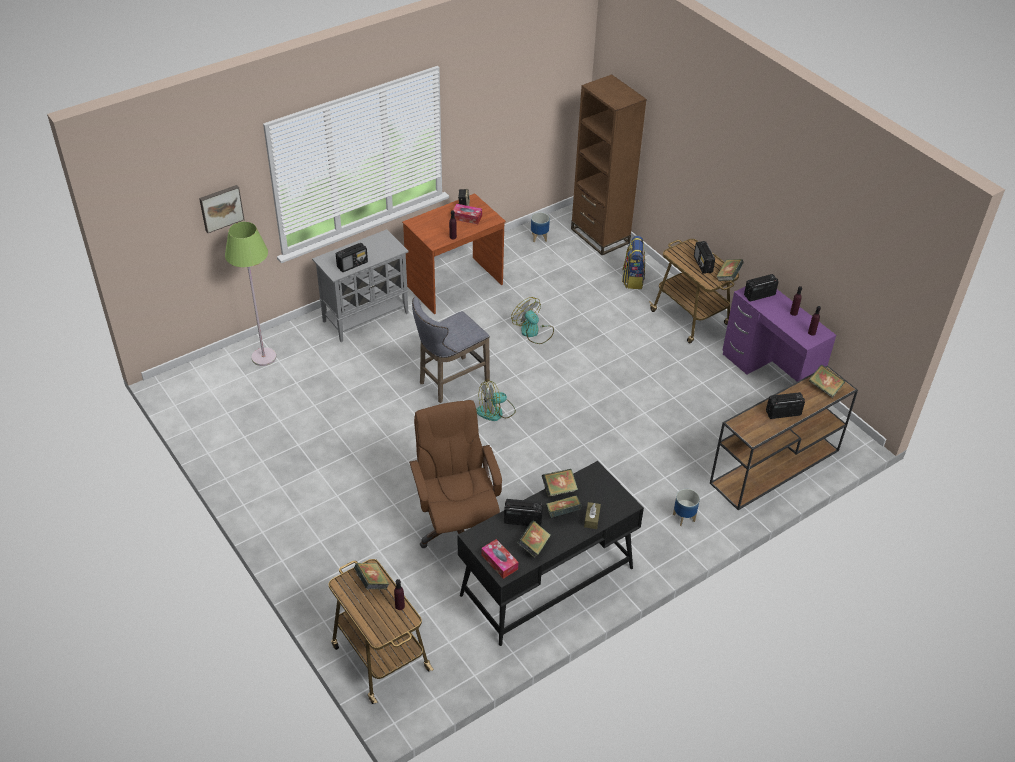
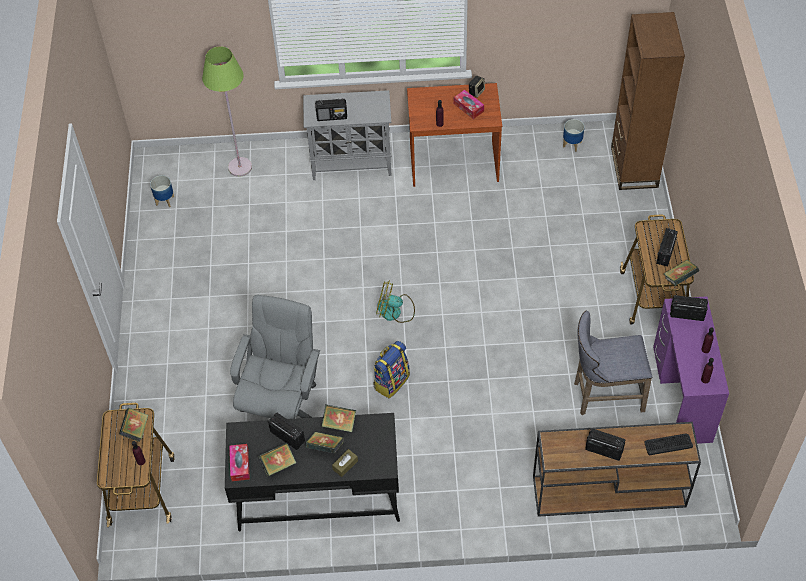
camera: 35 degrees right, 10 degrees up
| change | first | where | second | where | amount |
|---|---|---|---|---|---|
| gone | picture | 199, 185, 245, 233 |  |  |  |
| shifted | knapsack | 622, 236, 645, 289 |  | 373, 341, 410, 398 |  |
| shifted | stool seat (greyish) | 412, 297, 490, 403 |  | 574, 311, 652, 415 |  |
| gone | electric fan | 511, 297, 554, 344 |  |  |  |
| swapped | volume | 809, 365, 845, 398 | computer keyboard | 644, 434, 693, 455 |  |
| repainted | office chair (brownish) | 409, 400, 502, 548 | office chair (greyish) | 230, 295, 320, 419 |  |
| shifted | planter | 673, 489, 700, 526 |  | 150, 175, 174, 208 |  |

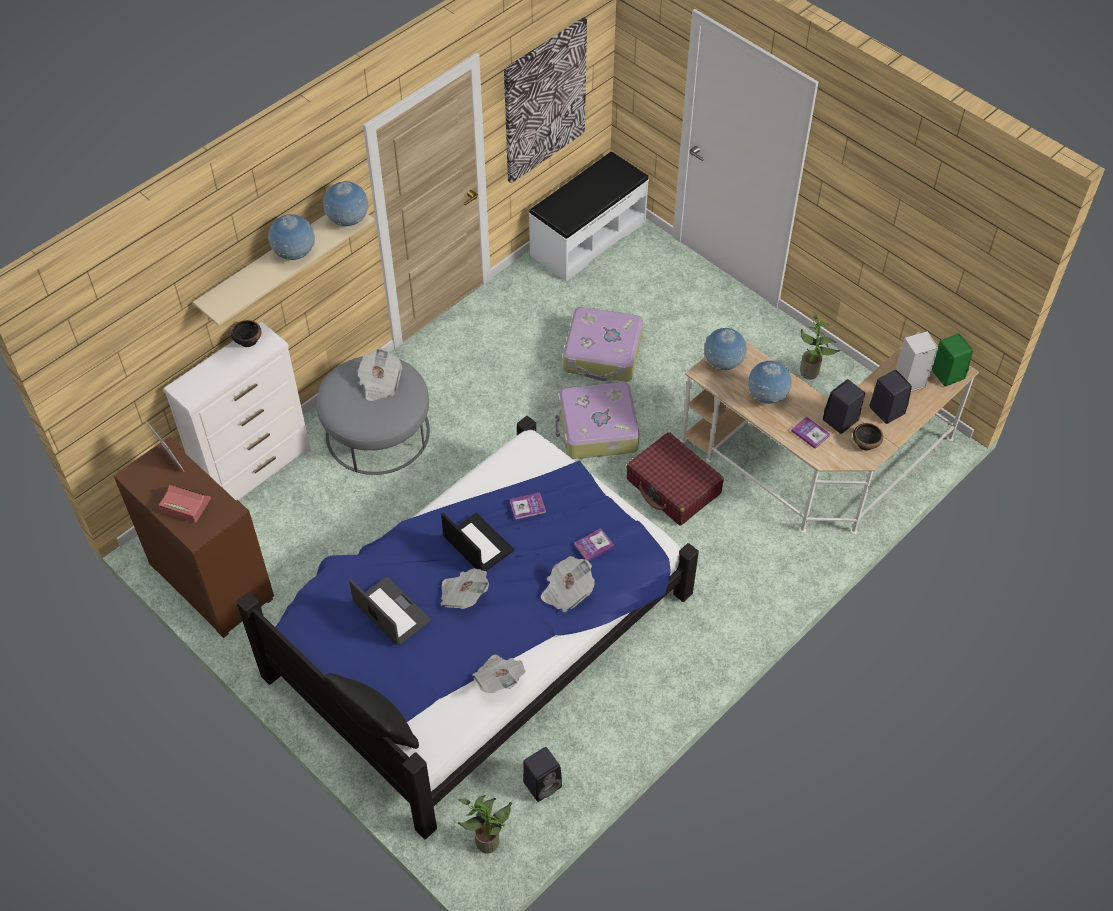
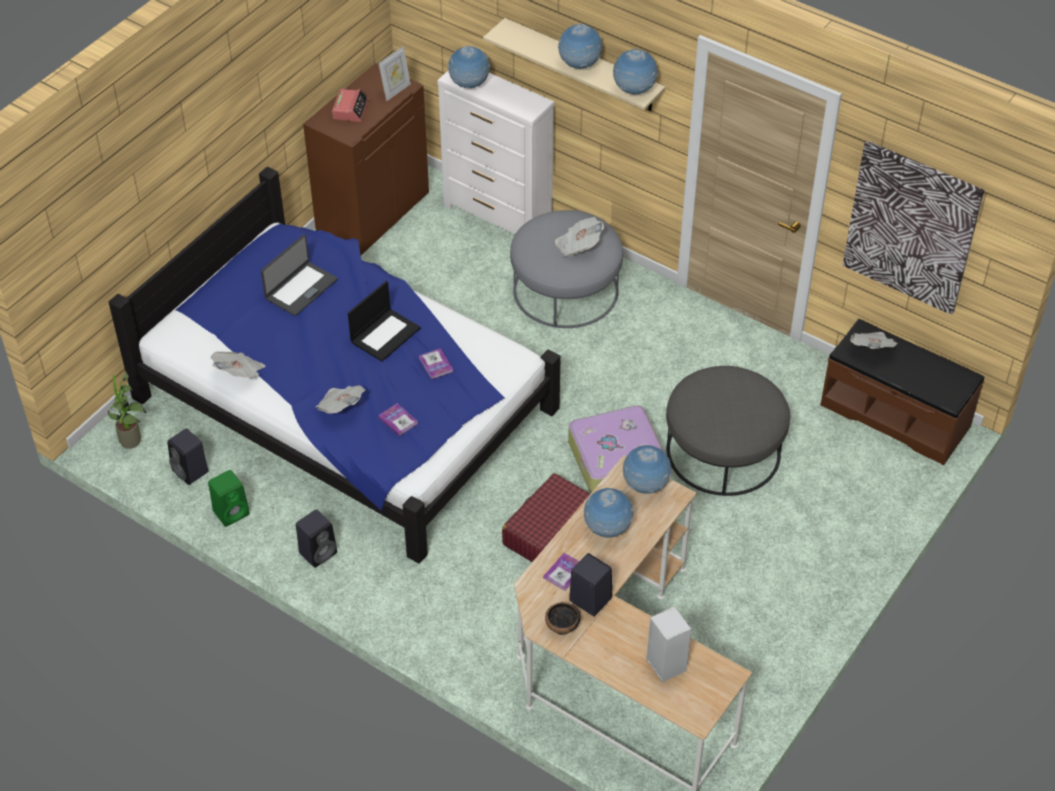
camera: 80 degrees right, 5 degrees down
| change | first | where | second | where | amount |
|---|---|---|---|---|---|
| repainted | indoor bench (white) | 529, 152, 649, 282 | indoor bench (brownish) | 820, 319, 984, 465 |  |
| swapped | travel case | 563, 307, 643, 382 | ottoman (greyish) | 666, 366, 790, 496 |  |
| gone | potted plant | 800, 311, 840, 380 |  |  |  |
| gone | serving bowl | 231, 320, 261, 347 |  |  |  |
| shifted | speaker (greenish) | 932, 334, 973, 386 |  | 208, 470, 250, 527 |  |
| shifted | speaker (blackish) | 869, 370, 912, 424 |  | 296, 510, 337, 568 |  |
| shifted | newspaper | 441, 568, 489, 609 |  | 850, 332, 898, 349 |  |
| gone | throw pillow (blackish) | 323, 674, 419, 749 |  |  |  |
| new |  |  | globe | 448, 46, 490, 88 |  |

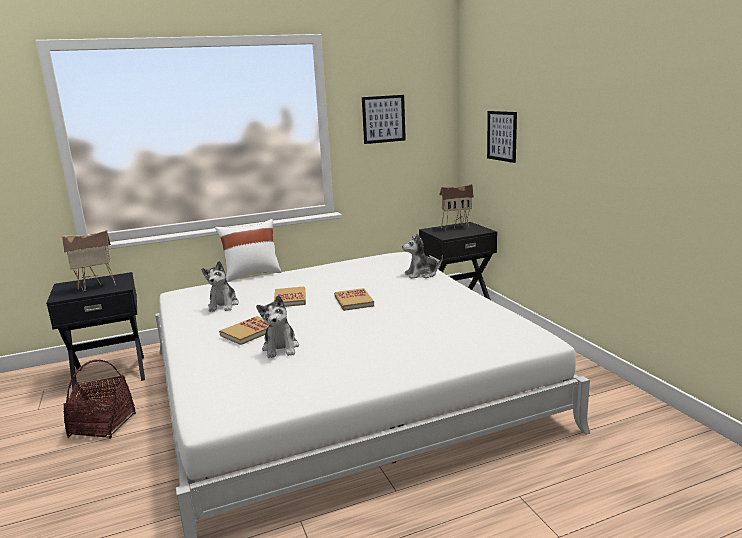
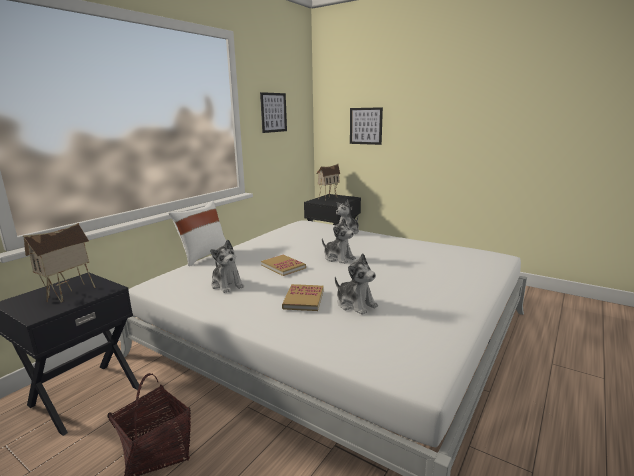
camera: 35 degrees left, 0 degrees up
| change | first | where | second | where | amount |
|---|---|---|---|---|---|
| swapped | volume | 334, 288, 374, 311 | plush toy | 322, 218, 356, 264 |  |

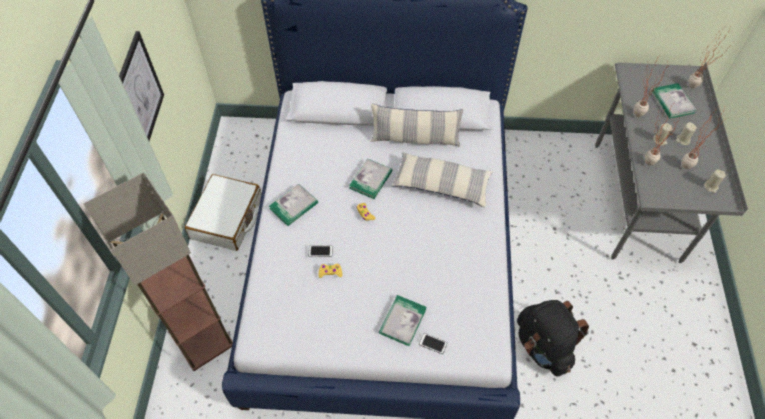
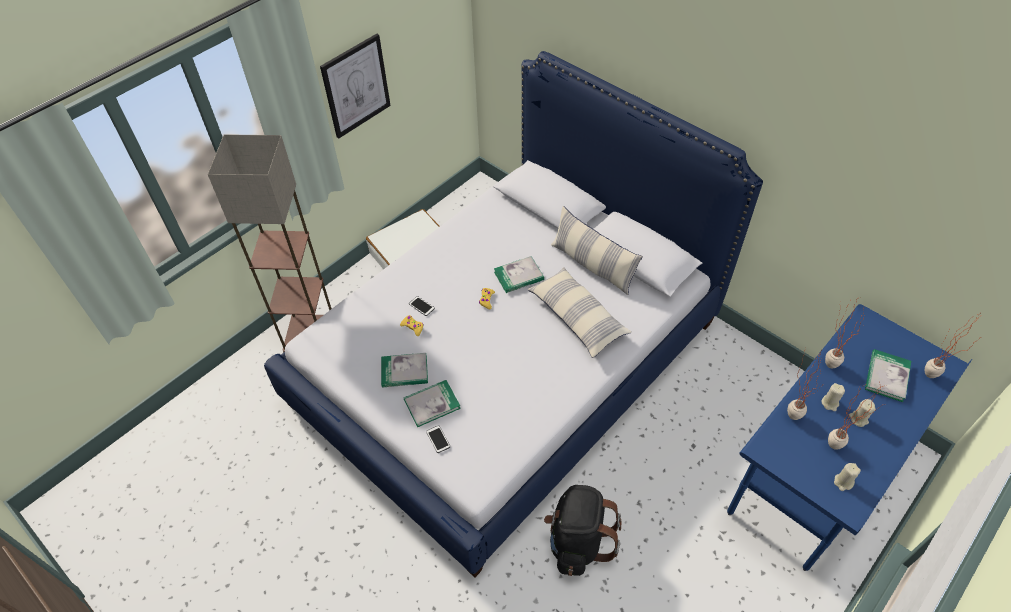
camera: 40 degrees right, 5 degrees down
| change | first | where | second | where | amount |
|---|---|---|---|---|---|
| repainted | desk (greyish) | 595, 62, 748, 263 | desk (blue-coloured) | 727, 304, 972, 571 |  |
| shifted | volume | 269, 184, 318, 226 |  | 381, 353, 428, 388 |  |

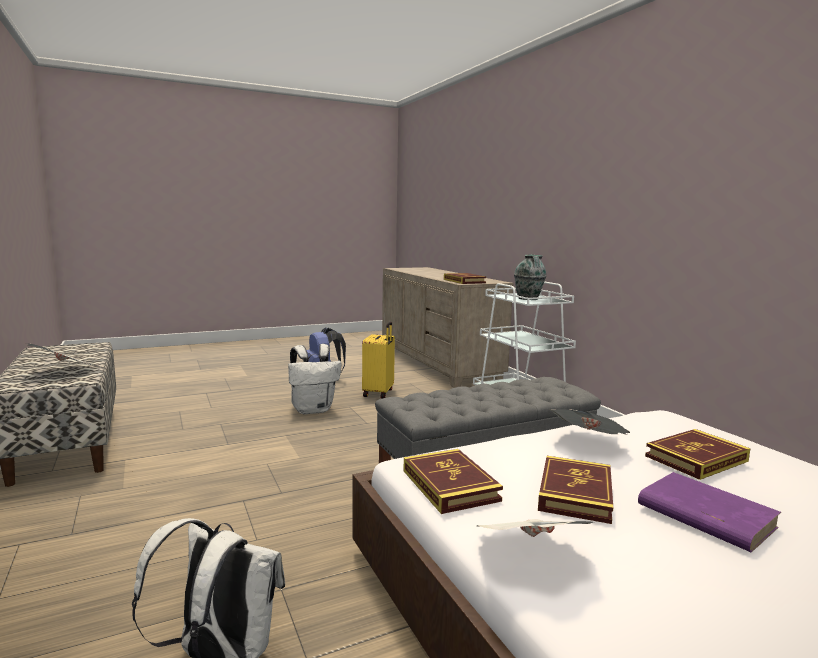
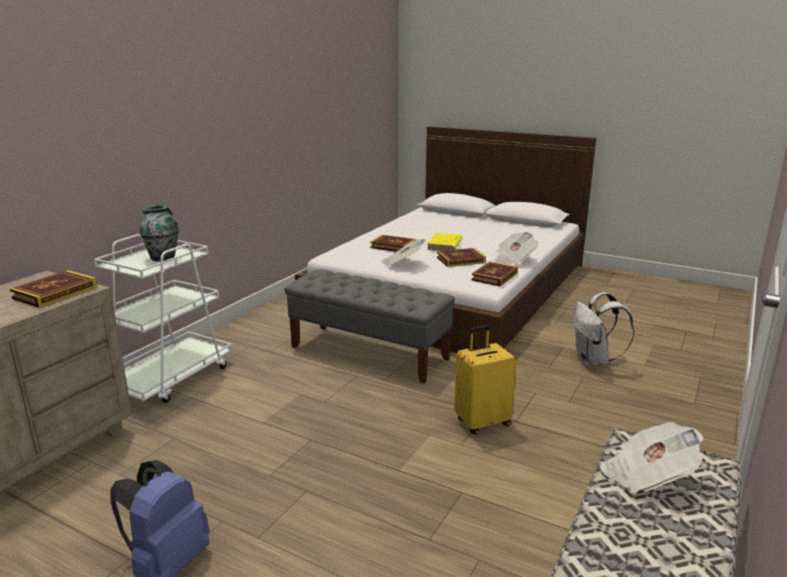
camera: 125 degrees left, 10 degrees up
| change | first | where | second | where | amount |
|---|---|---|---|---|---|
| shifted | travel case (yellowish) | 362, 322, 395, 399 |  | 454, 325, 517, 434 |  |
| gone | knapsack (white) | 288, 344, 341, 414 |  |  |  |
| repainted | volume (purplish) | 638, 472, 781, 552 | volume (yellowish) | 427, 233, 462, 251 |  |

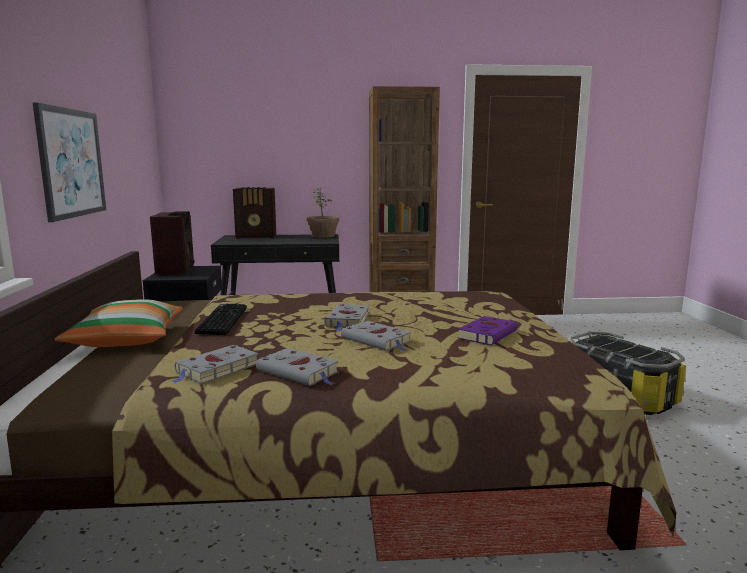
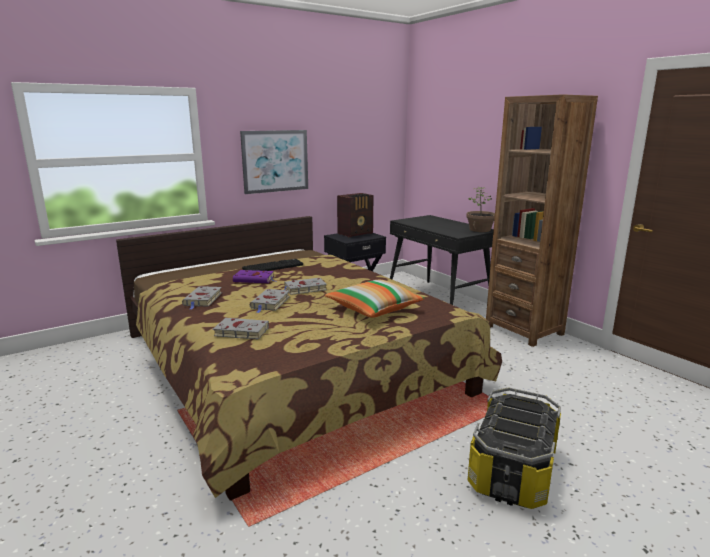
camera: 60 degrees right, 5 degrees up
| change | first | where | second | where | amount |
|---|---|---|---|---|---|
| gone | radio | 233, 187, 276, 239 |  |  |  |
| shifted | throw pillow | 54, 299, 183, 347 |  | 325, 280, 425, 318 |  |
| shifted | volume (purplish) | 458, 316, 518, 345 |  | 233, 270, 277, 283 |  |
| shifted | volume (greyish) | 172, 345, 259, 384 |  | 212, 318, 269, 340 |  |

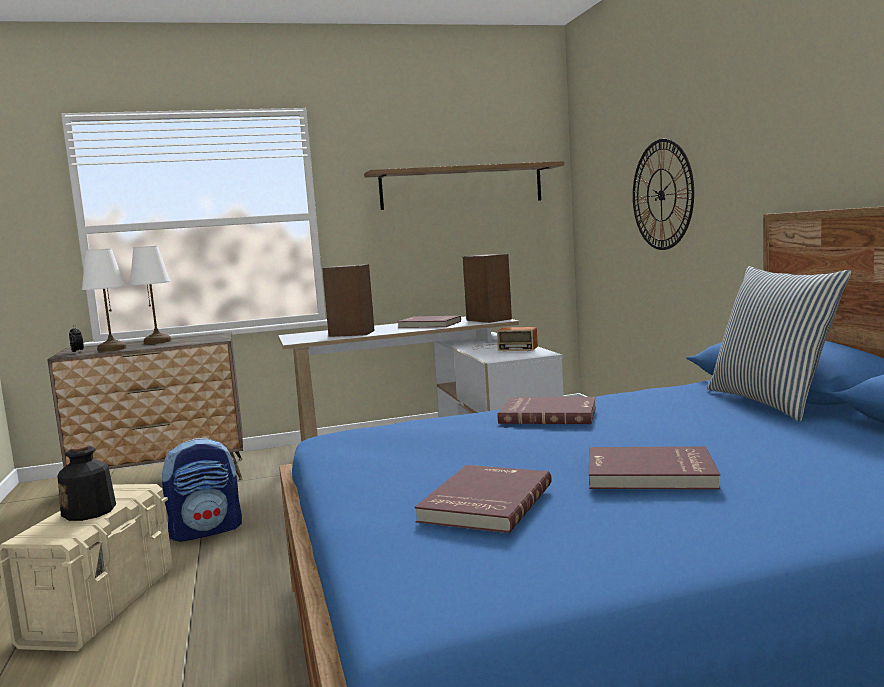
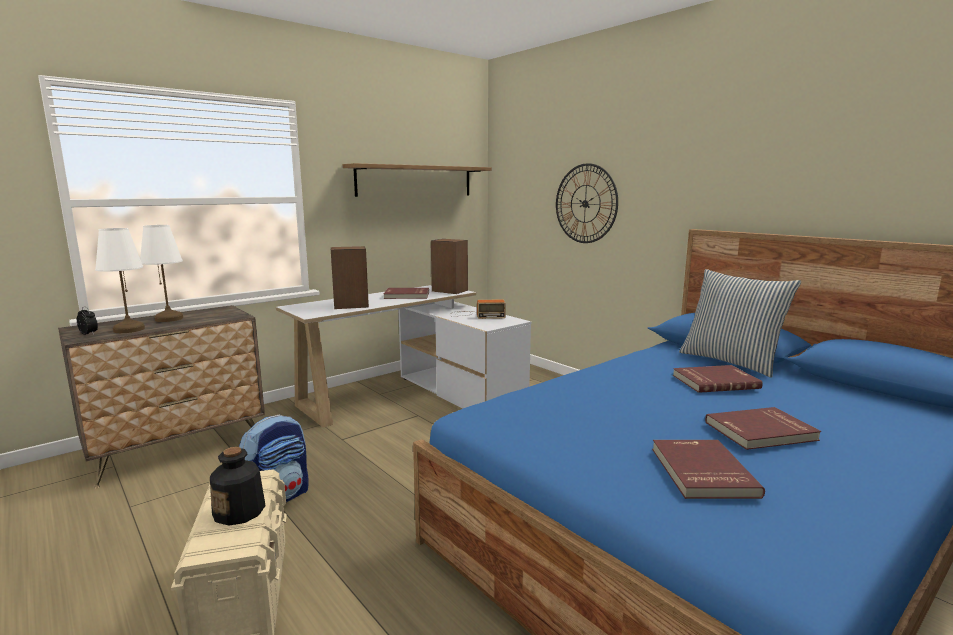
camera: 25 degrees left, 5 degrees up
| change | first | where | second | where | amount |
|---|---|---|---|---|---|
| shifted | volume (red) | 498, 397, 596, 424 |  | 673, 365, 763, 393 |  |

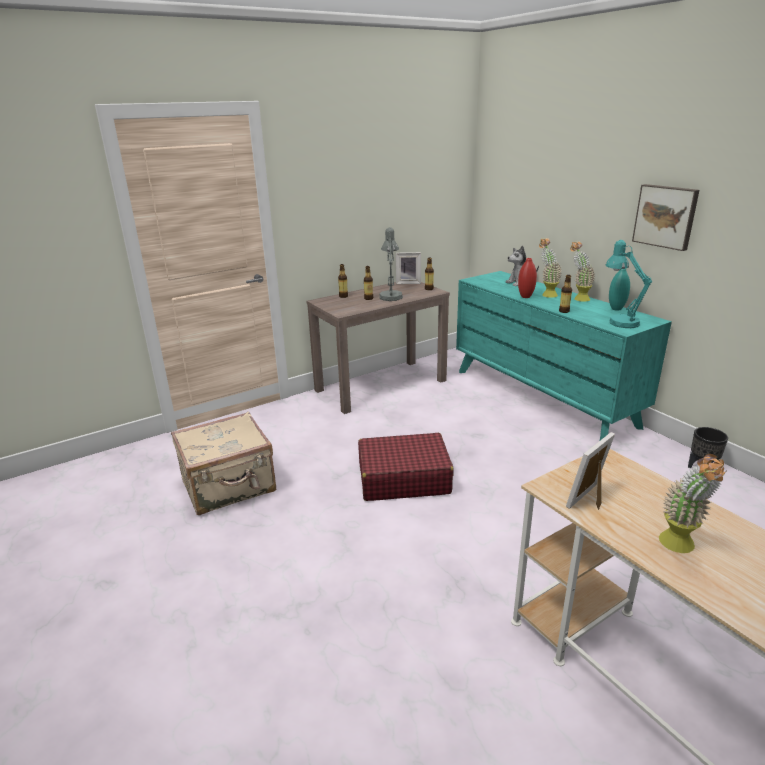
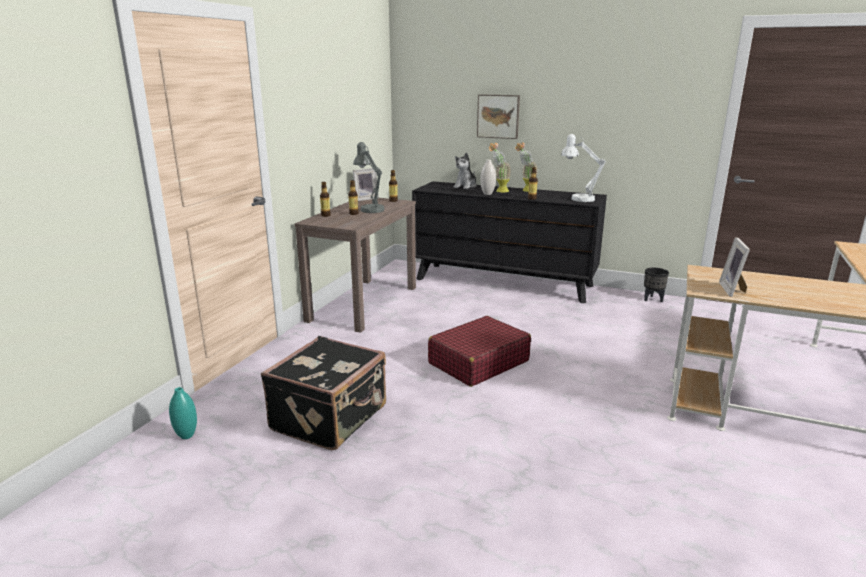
camera: 35 degrees left, 5 degrees down
| change | first | where | second | where | amount |
|---|---|---|---|---|---|
| shifted | picture | 632, 184, 699, 251 |  | 477, 94, 520, 139 |  |
| repainted | lamp for a table (blue-green) | 606, 240, 652, 328 | lamp for a table (white) | 561, 134, 606, 202 |  |
| repainted | vase (red) | 518, 258, 537, 298 | vase (white) | 480, 159, 496, 195 |  |
| shifted | vase (blue-green) | 609, 269, 630, 311 |  | 169, 387, 197, 439 |  |
| repainted | drawer chest (blue-green) | 456, 271, 672, 440 | drawer chest (blackish) | 412, 181, 607, 303 |  |
| repainted | travel case (beige-coloured) | 171, 412, 276, 515 | travel case (blackish) | 261, 336, 386, 450 |  |
| gone | potted plant | 659, 454, 726, 553 |  |  |  |

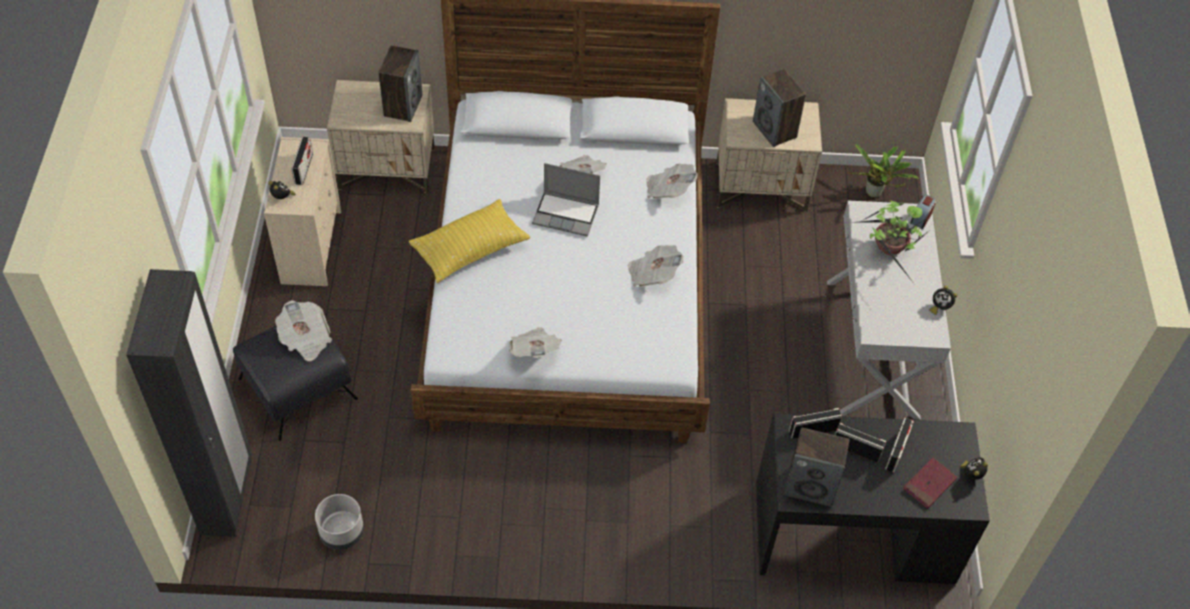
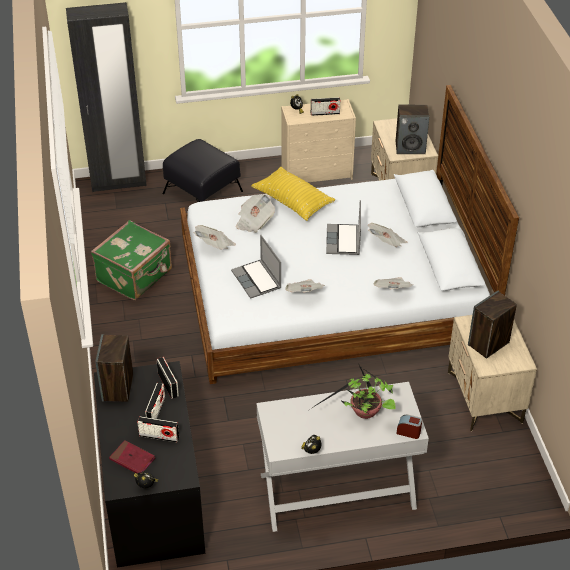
camera: 80 degrees right, 10 degrees down
| change | first | where | second | where | amount |
|---|---|---|---|---|---|
| gone | potted plant | 848, 144, 919, 197 |  |  |  |
| shifted | newspaper | 275, 300, 332, 362 |  | 236, 194, 275, 233 |  |
| gone | planter (greyish) | 315, 494, 364, 550 |  |  |  |
| new |  |  | travel case (greenish) | 91, 220, 172, 300 |  |
| new |  |  | laptop | 231, 235, 282, 299 |  |

